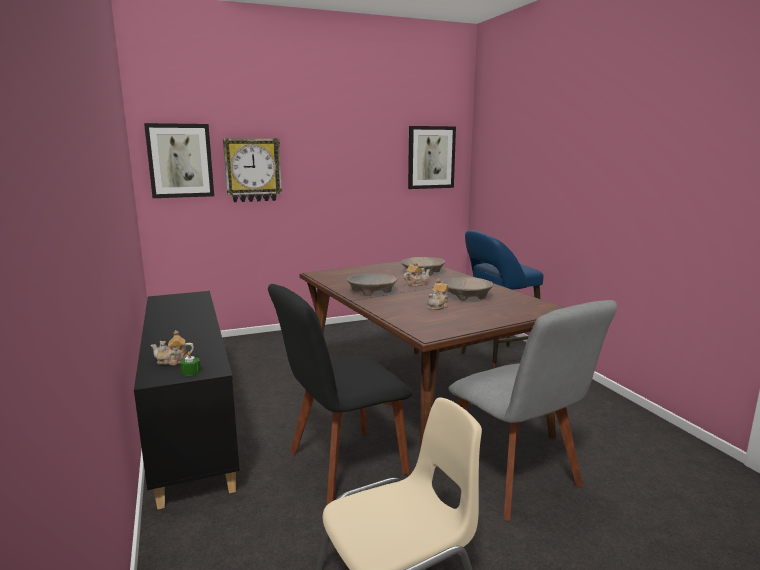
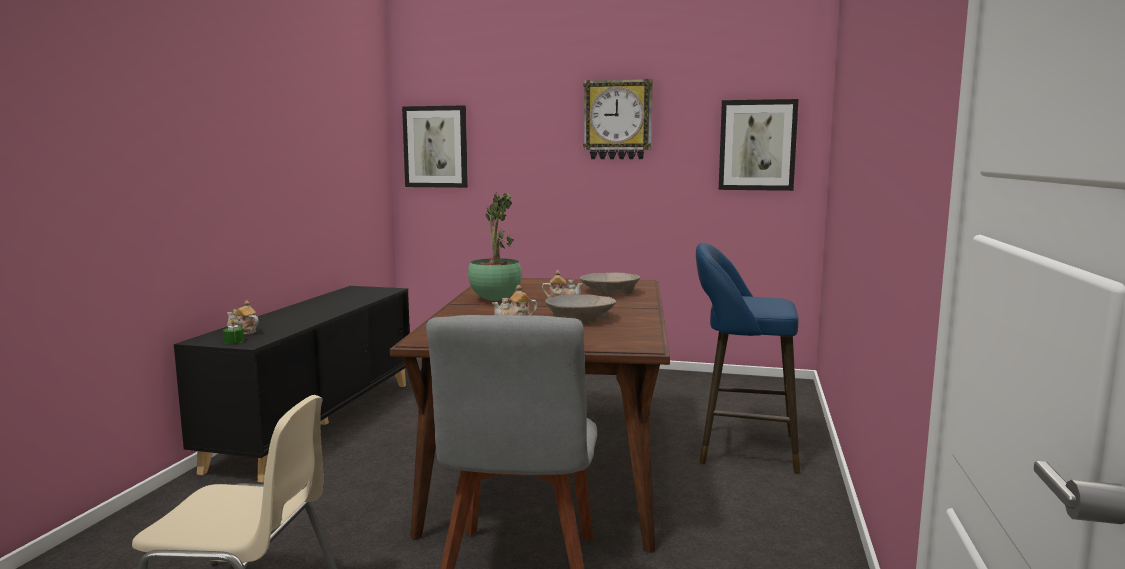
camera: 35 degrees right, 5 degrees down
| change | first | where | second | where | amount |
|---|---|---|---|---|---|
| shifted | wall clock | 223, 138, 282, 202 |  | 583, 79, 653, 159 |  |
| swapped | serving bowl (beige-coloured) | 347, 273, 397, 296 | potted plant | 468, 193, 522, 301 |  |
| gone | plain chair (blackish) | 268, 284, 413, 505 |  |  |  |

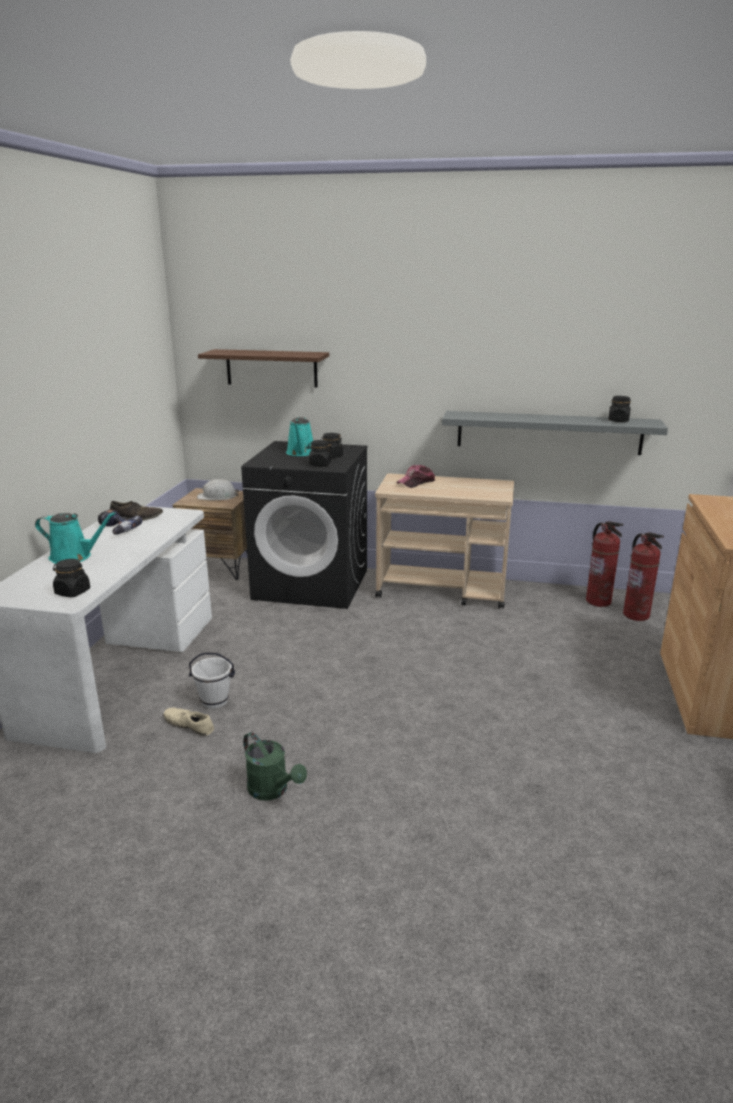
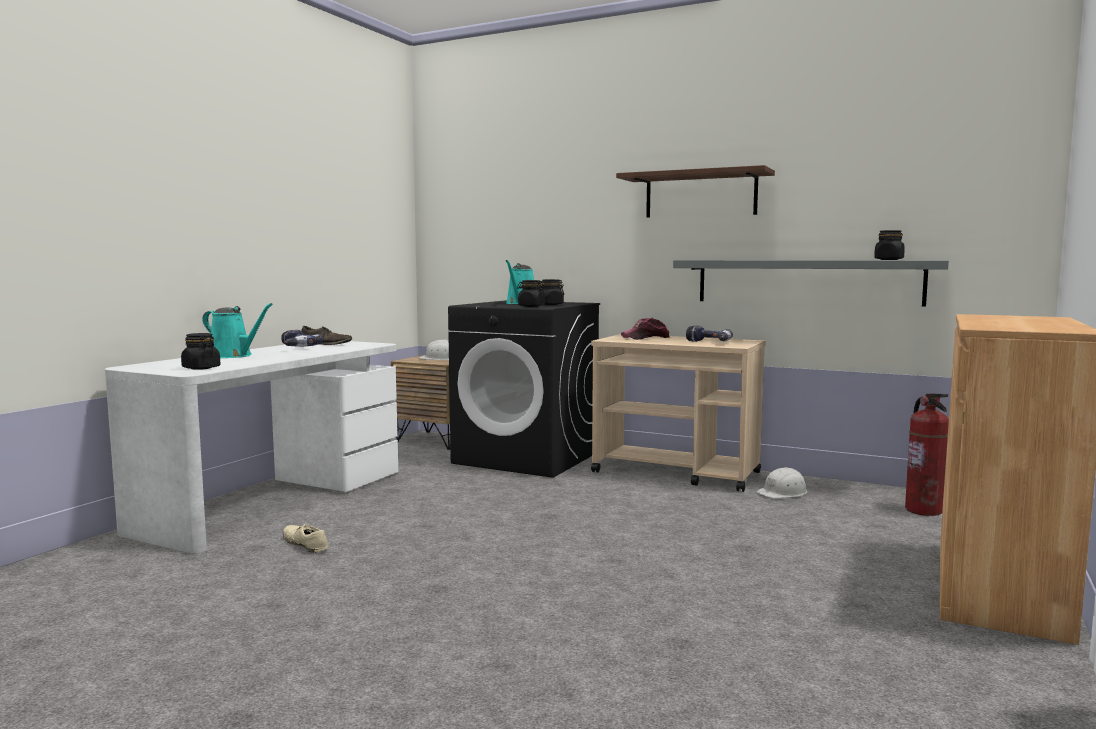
camera: 15 degrees right, 15 degrees down
| change | first | where | second | where | amount |
|---|---|---|---|---|---|
| shifted | bracket shelf (brownish) | 198, 349, 329, 388 |  | 616, 165, 775, 218 |  |
| gone | fire extinguisher | 586, 521, 623, 607 |  |  |  |
| gone | pail (white) | 189, 652, 235, 709 |  |  |  |
| gone | watering pot (greenish) | 243, 732, 307, 800 |  |  |  |
| new |  |  | electric drill | 686, 326, 733, 342 |  |
| new |  |  | safety helmet (white) | 756, 467, 807, 498 |  |

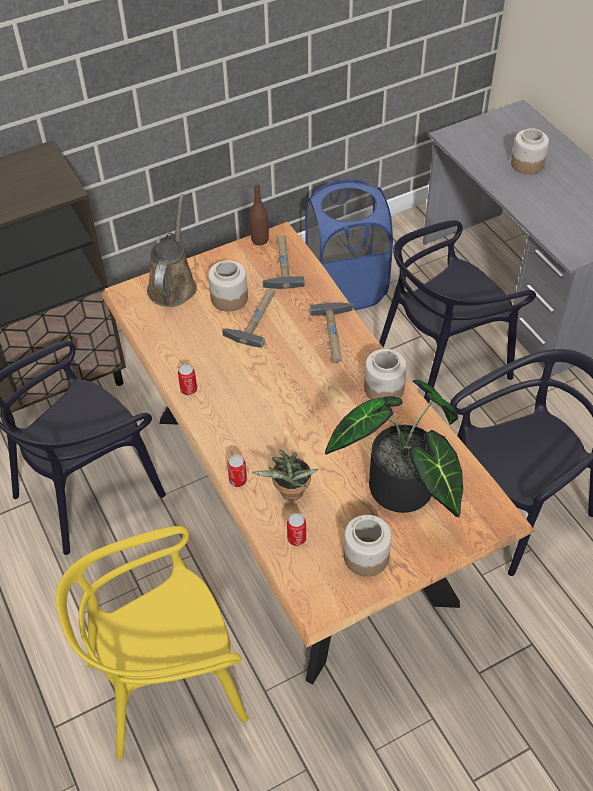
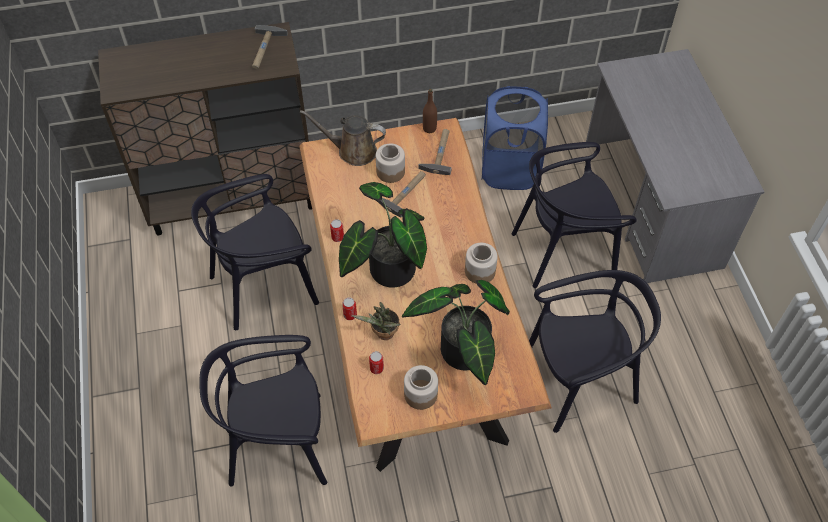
camera: 15 degrees right, 5 degrees up
| change | first | where | second | where | amount |
|---|---|---|---|---|---|
| gone | preserve jar | 511, 128, 549, 174 |  |  |  |
| rotated | watering pot (brownish) | 147, 194, 197, 307 |  | 300, 110, 386, 166 | 105 degrees counterclockwise |
| shifted | hammer | 310, 302, 353, 363 |  | 252, 25, 288, 69 |  |
| repainted | plain chair (yellowish) | 56, 526, 249, 760 | plain chair (blackish) | 199, 335, 327, 486 |  |
| new |  |  | potted plant | 339, 182, 427, 287 |  |

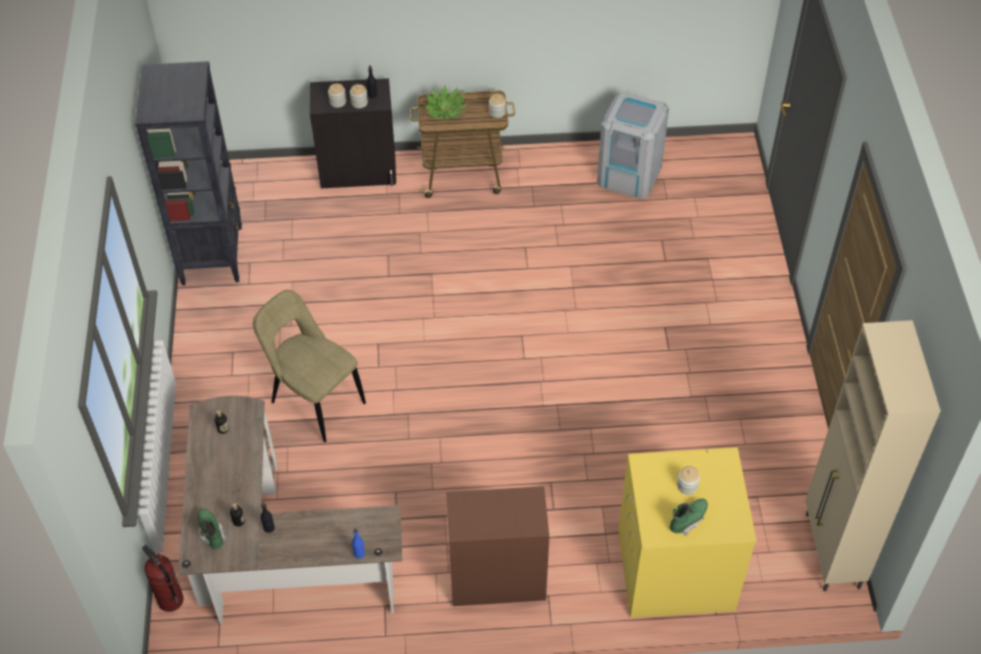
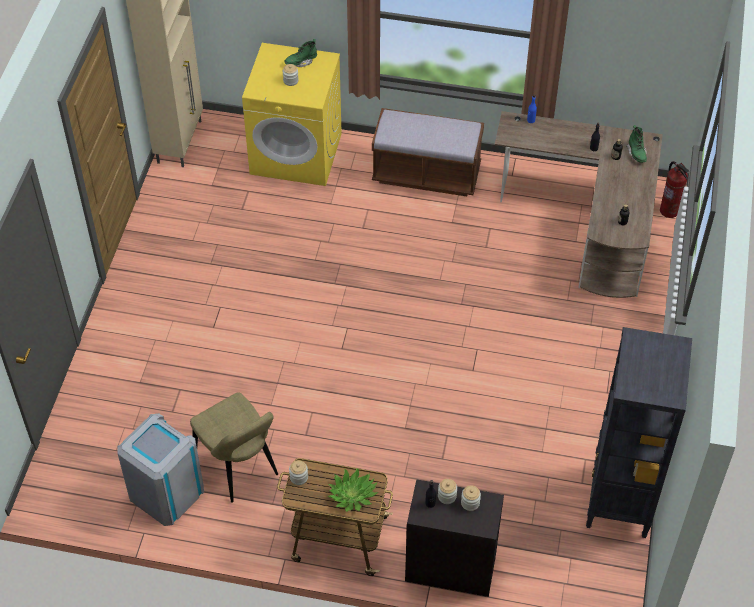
camera: 165 degrees left, 0 degrees up
| change | first | where | second | where | amount |
|---|---|---|---|---|---|
| shifted | plain chair (beige-coloured) | 253, 290, 366, 442 |  | 190, 392, 278, 503 |  |
| swapped | cupboard (brownish) | 446, 486, 549, 606 | indoor bench (brownish) | 372, 108, 484, 196 |  |

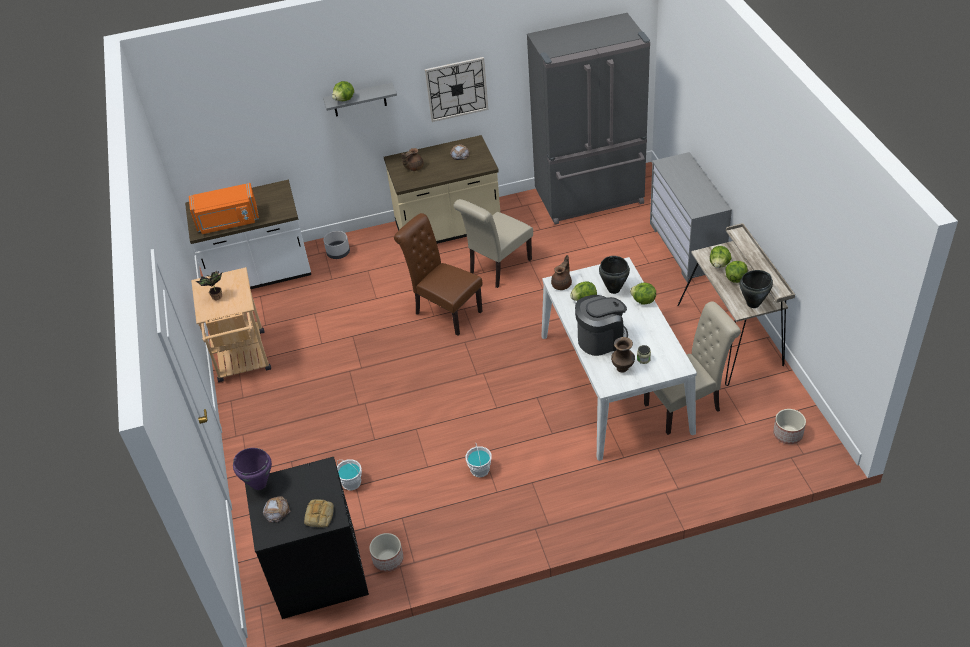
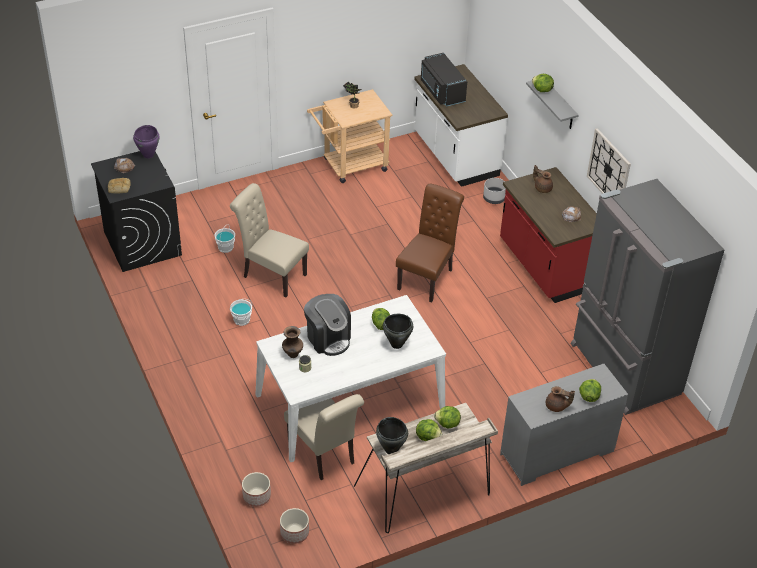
camera: 75 degrees right, 0 degrees up
| change | first | where | second | where | amount |
|---|---|---|---|---|---|
| repainted | counter (beige-coloured) | 384, 135, 500, 244 | counter (red) | 500, 167, 597, 303 |  |
| repainted | microwave oven (orange) | 189, 183, 259, 234 | microwave oven (blackish) | 421, 53, 467, 106 |  |
| shifted | plain chair (beige-coloured) | 453, 199, 533, 288 |  | 230, 183, 309, 297 |  |
| shifted | teapot (brownish) | 551, 255, 572, 290 |  | 546, 386, 575, 412 |  |
| shifted | lettuce head | 630, 282, 656, 305 |  | 579, 379, 601, 402 |  |
| shifted | planter | 369, 533, 404, 572 |  | 242, 472, 271, 507 |  |

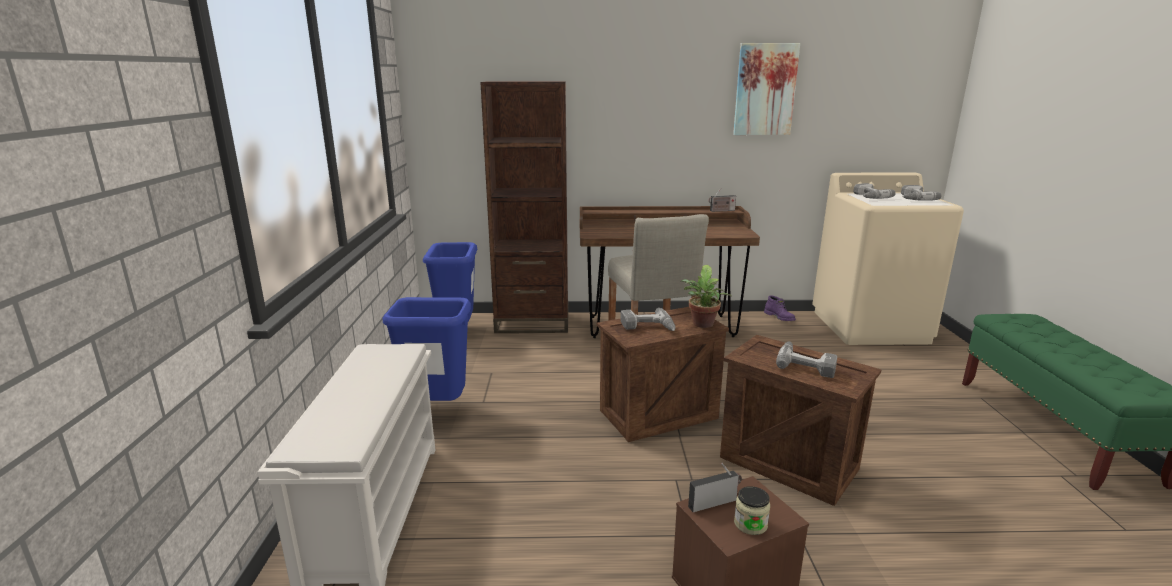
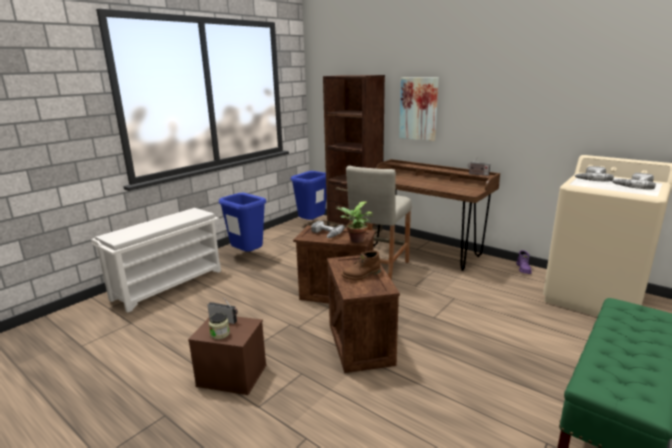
camera: 40 degrees right, 0 degrees up
| change | first | where | second | where | amount |
|---|---|---|---|---|---|
| shifted | picture | 733, 43, 800, 135 |  | 399, 78, 439, 141 |  |
| swapped | electric drill | 776, 341, 837, 378 | tall boot (brownish) | 341, 251, 381, 280 |  |

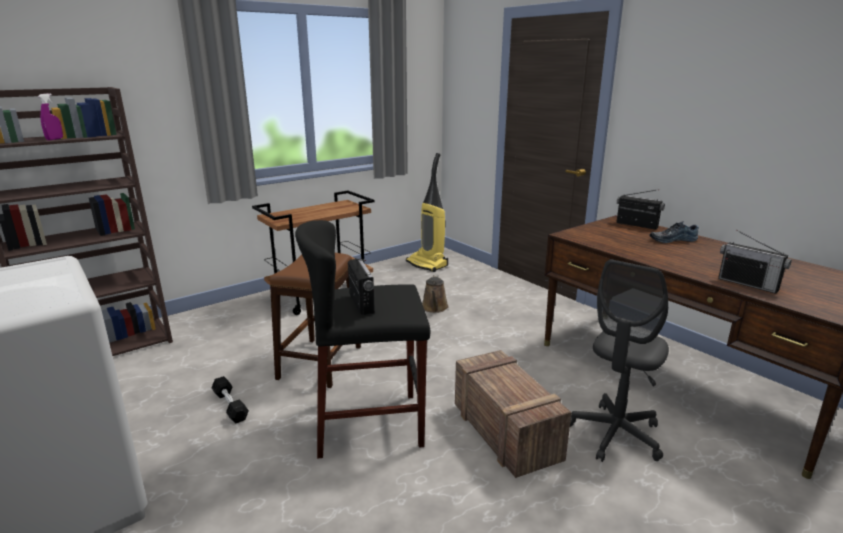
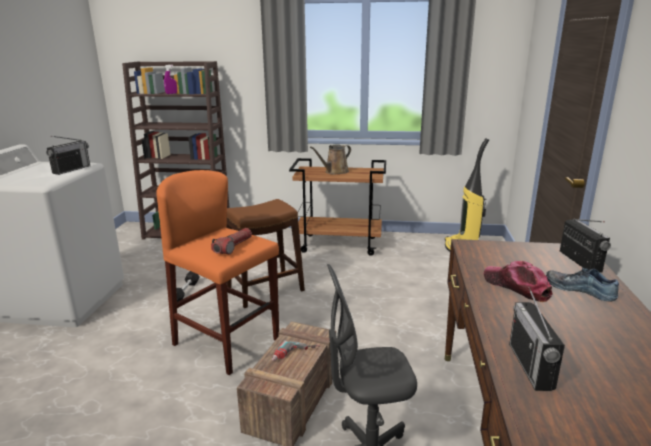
camera: 45 degrees right, 0 degrees up
| change | first | where | second | where | amount |
|---|---|---|---|---|---|
| repainted | stool seat (blackish) | 295, 220, 430, 459 | stool seat (orange) | 156, 170, 279, 375 |  |
| shifted | radio | 348, 258, 375, 315 |  | 46, 136, 90, 175 |  |
| shifted | watering pot (brownish) | 422, 275, 449, 313 |  | 310, 144, 351, 175 |  |
| new |  |  | torch | 211, 228, 252, 254 |  |
| new |  |  | cap | 484, 261, 552, 302 |  |
| new |  |  | electric drill | 272, 340, 320, 361 |  |

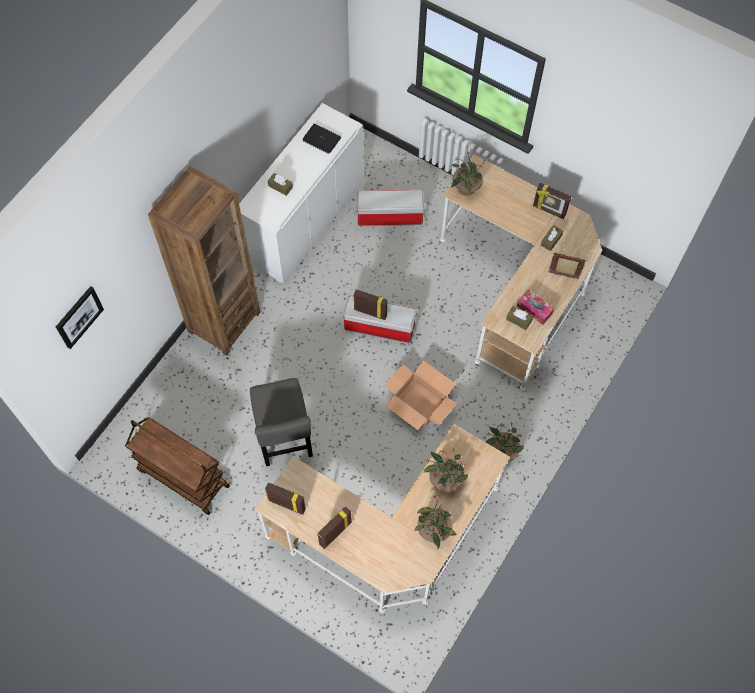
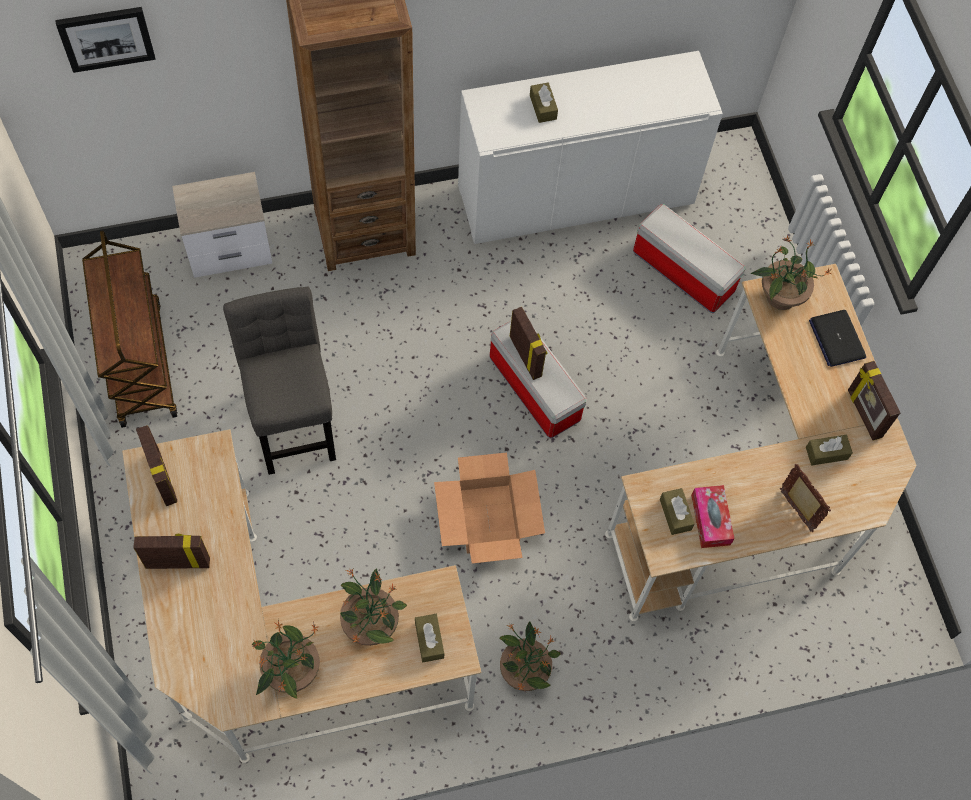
camera: 40 degrees right, 0 degrees up
| change | first | where | second | where | amount |
|---|---|---|---|---|---|
| shifted | laptop | 303, 124, 341, 154 |  | 809, 310, 866, 367 |  |
| rotated | plain chair (greyish) | 250, 378, 313, 466 |  | 223, 287, 336, 475 | 135 degrees clockwise |
| new |  |  | bedside table | 172, 172, 272, 278 |  |
| new |  |  | tissue holder (brownish) | 415, 614, 444, 662 |  |

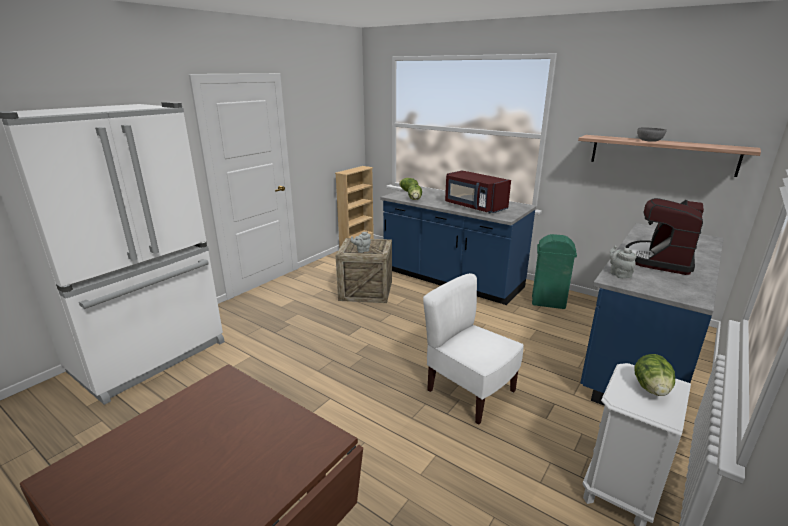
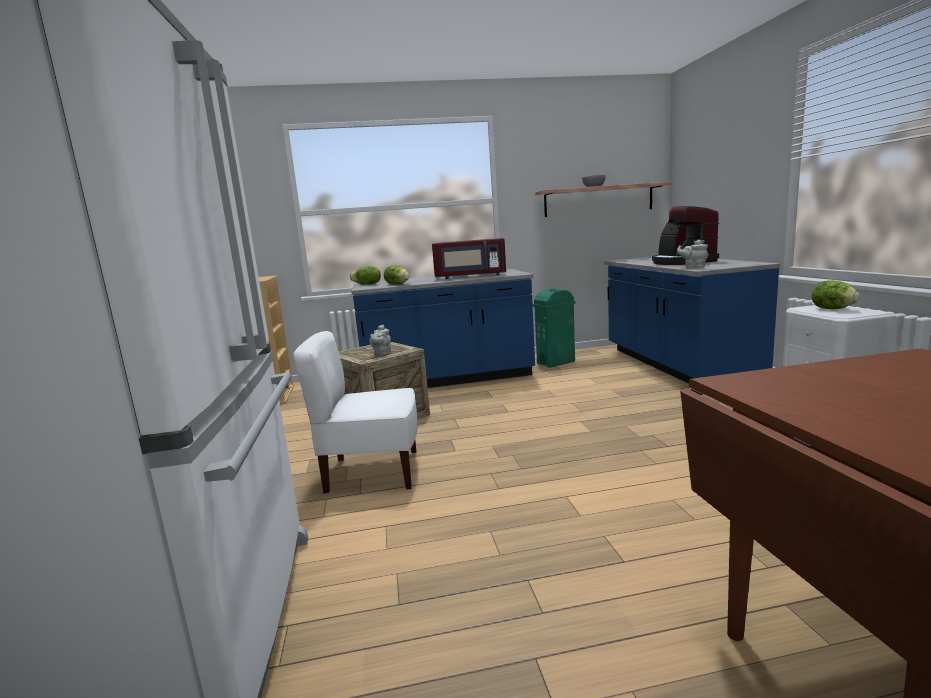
camera: 45 degrees left, 10 degrees down
| change | first | where | second | where | amount |
|---|---|---|---|---|---|
| shifted | plain chair (white) | 423, 273, 524, 425 |  | 293, 331, 417, 494 |  |

